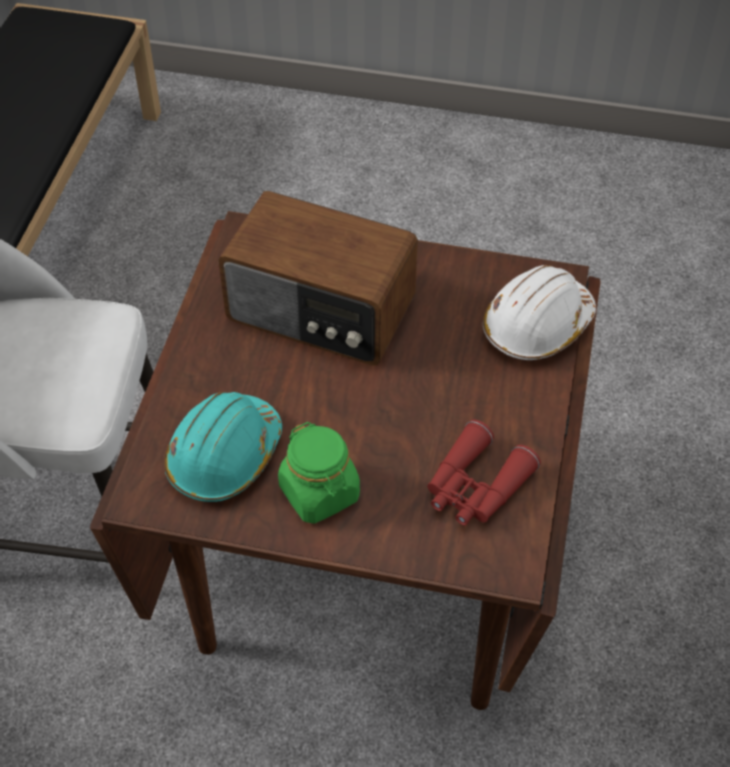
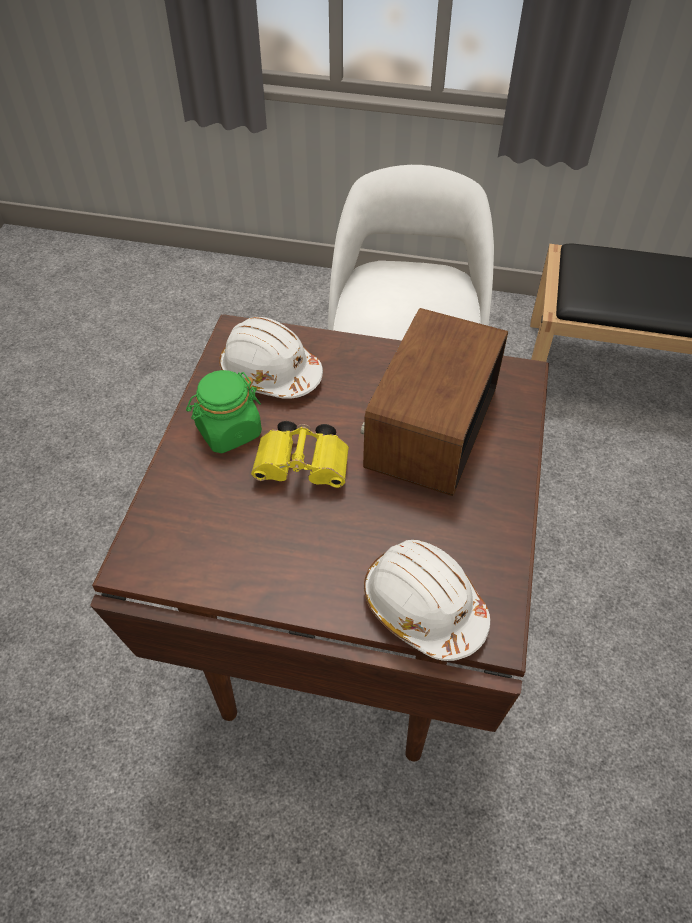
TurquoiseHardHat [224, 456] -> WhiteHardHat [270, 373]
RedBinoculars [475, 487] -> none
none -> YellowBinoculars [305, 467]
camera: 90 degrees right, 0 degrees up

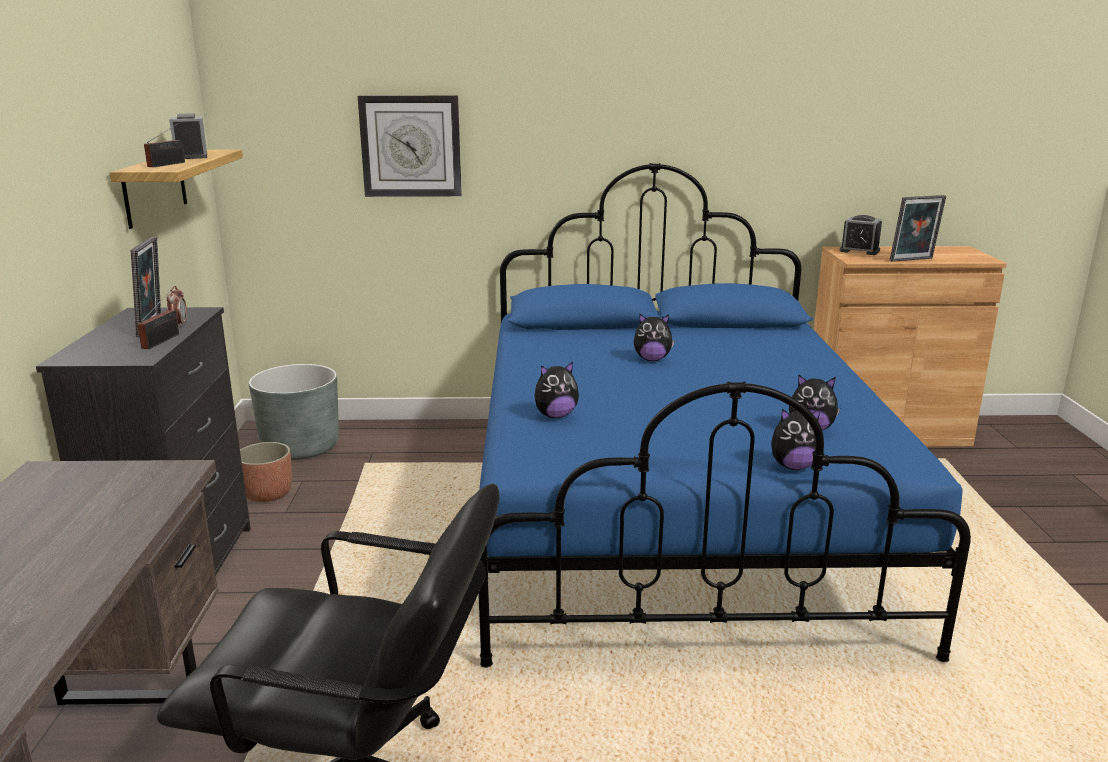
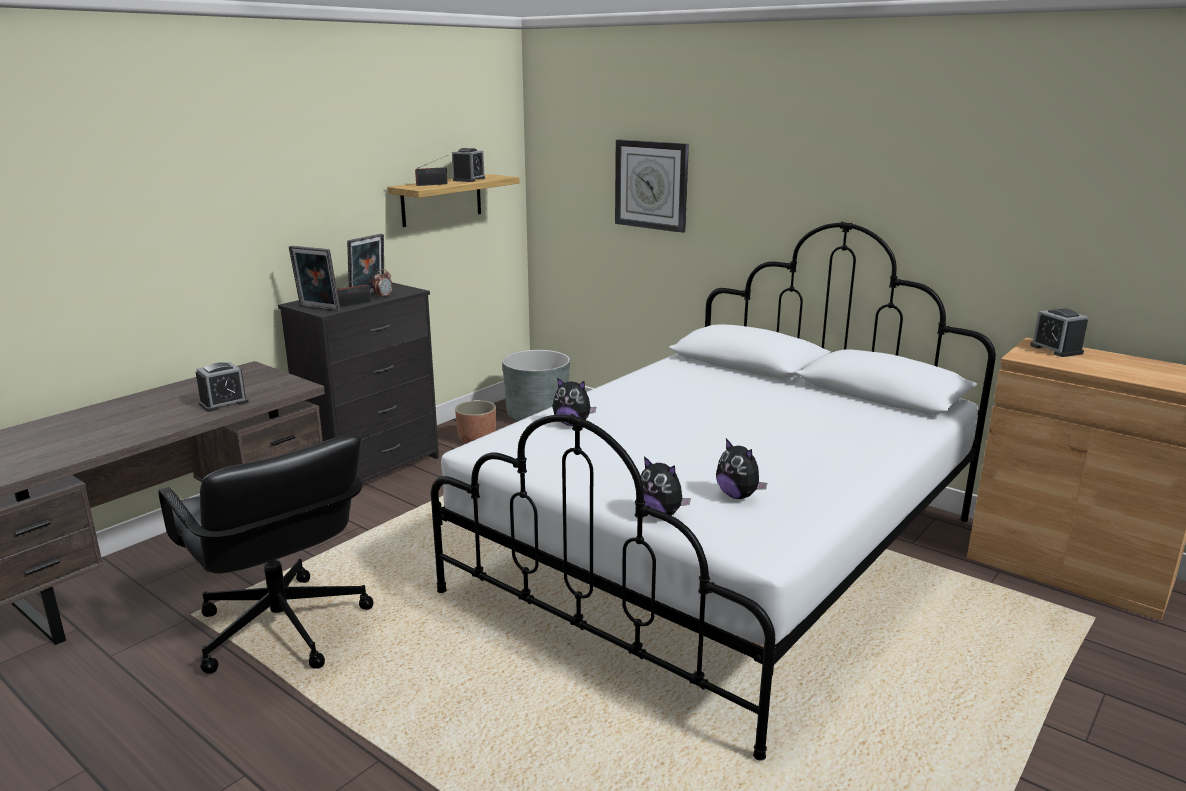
BlueBed [672, 513] -> WhiteBed [723, 554]
PlushToy [652, 359] -> none
PictureFrame [913, 260] -> PictureFrame [318, 309], move
none -> AlarmClock [223, 403]
camera: 40 degrees right, 0 degrees up

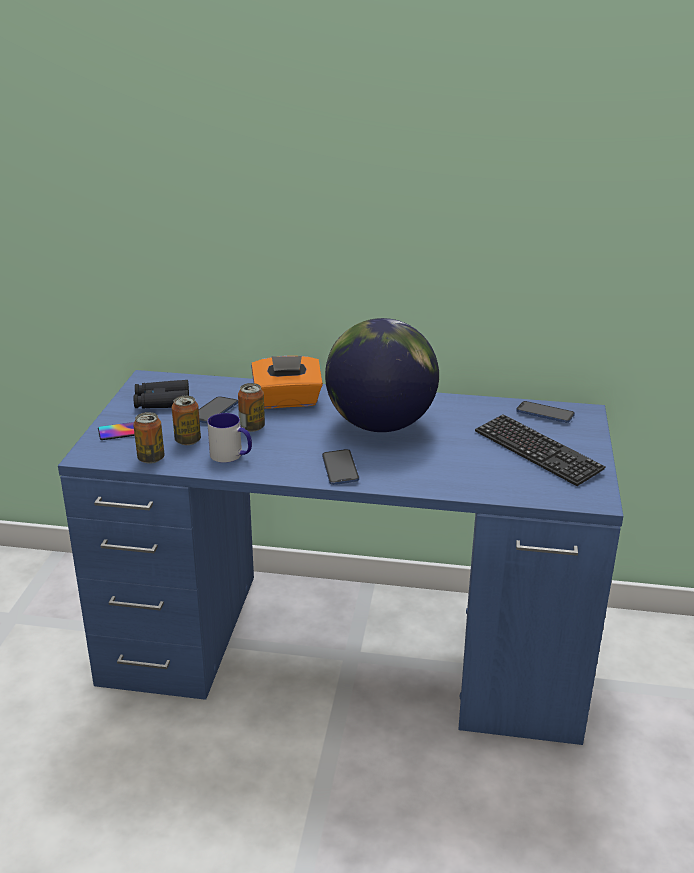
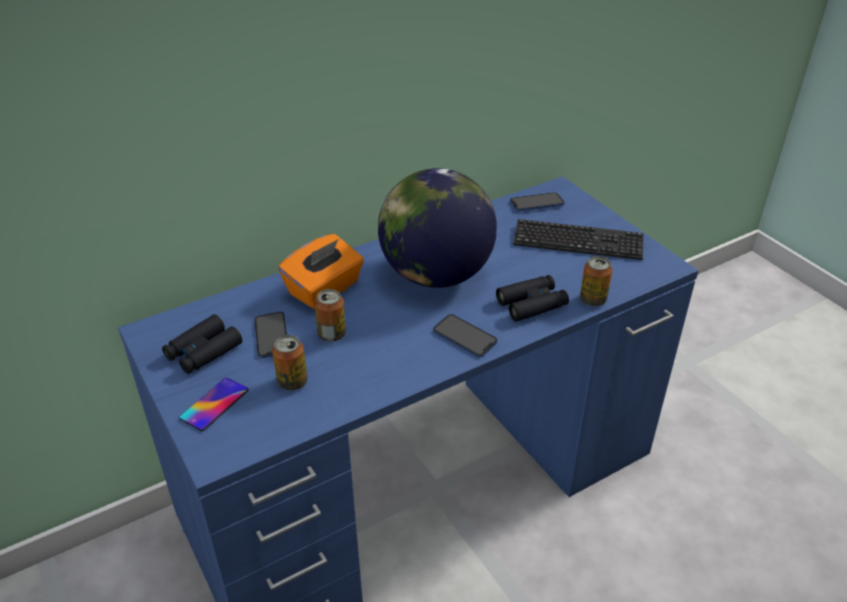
Can [151, 458] -> Can [593, 300], move
Mug [231, 456] -> none
none -> BlackBinoculars [532, 304]
camera: 40 degrees left, 10 degrees up

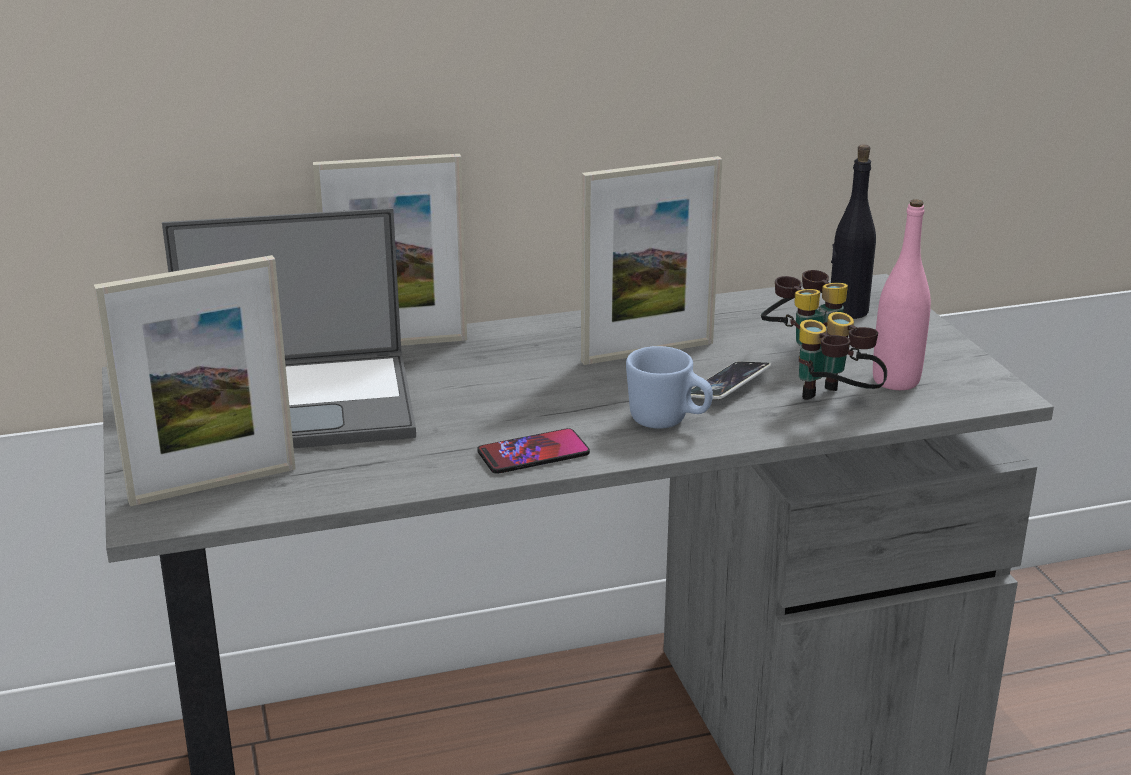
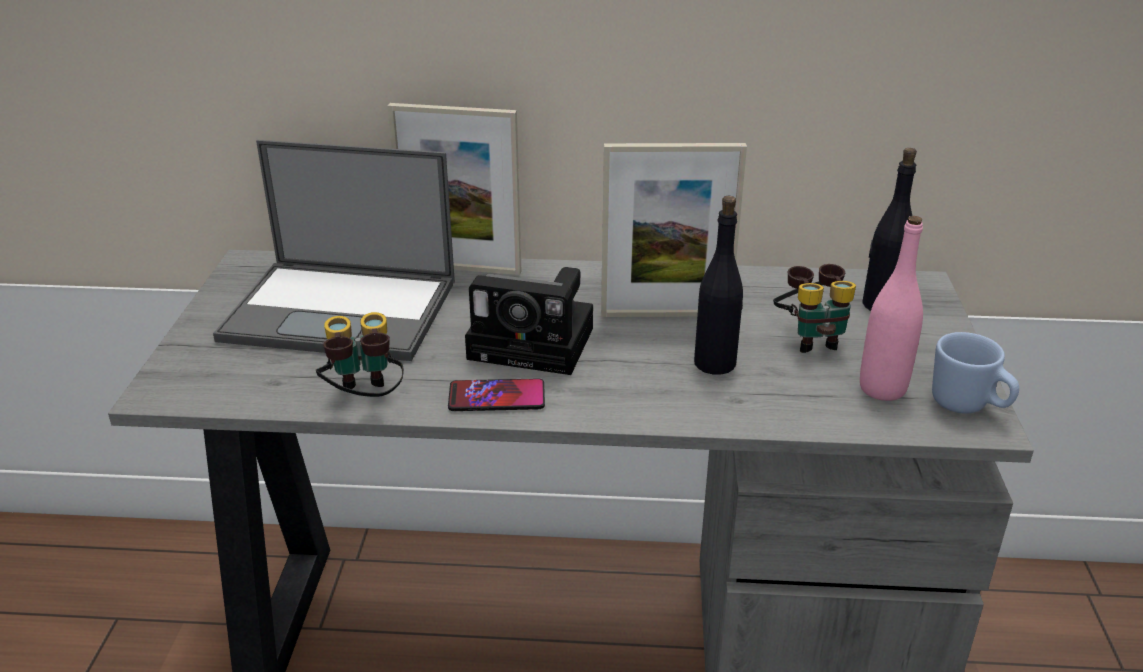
PictureFrame [213, 485] -> none
BlueMug [668, 422] -> BlueMug [968, 407], move
Phone [728, 386] -> BlackBottle [715, 363]
Binoculars [835, 403] -> Binoculars [364, 400], move
none -> PhotoCamera [537, 344]
camera: 20 degrees right, 5 degrees up

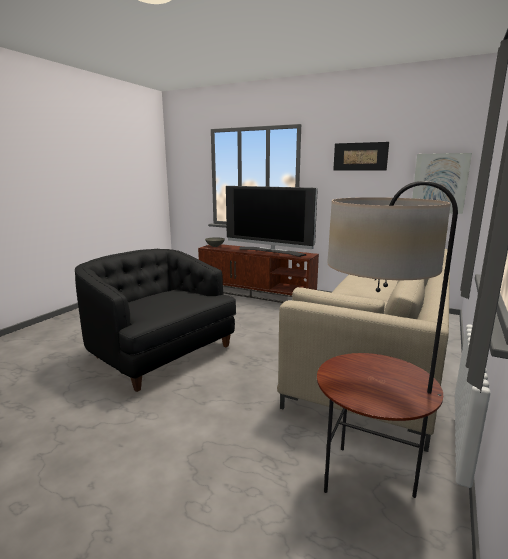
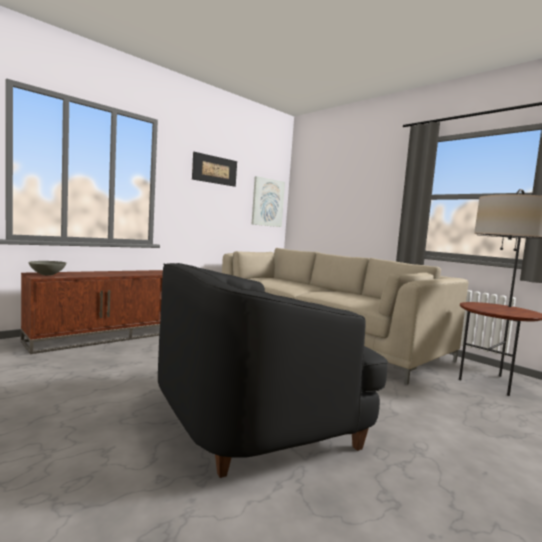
Television [271, 251] -> none
camera: 70 degrees left, 10 degrees down

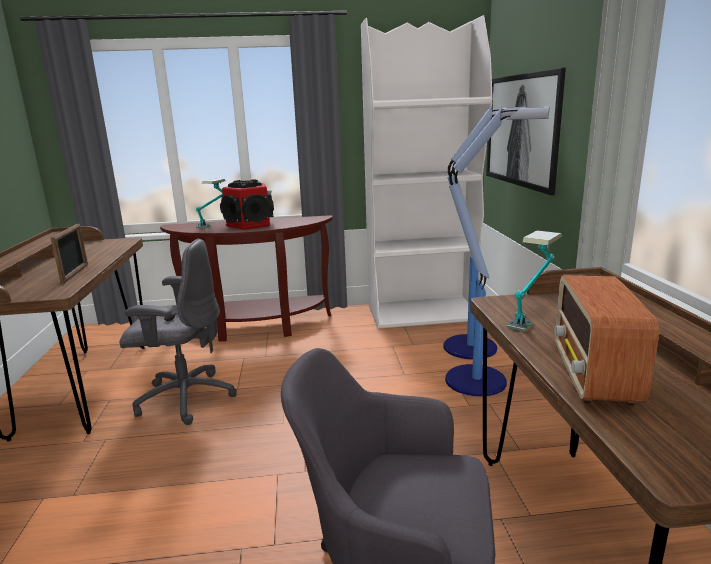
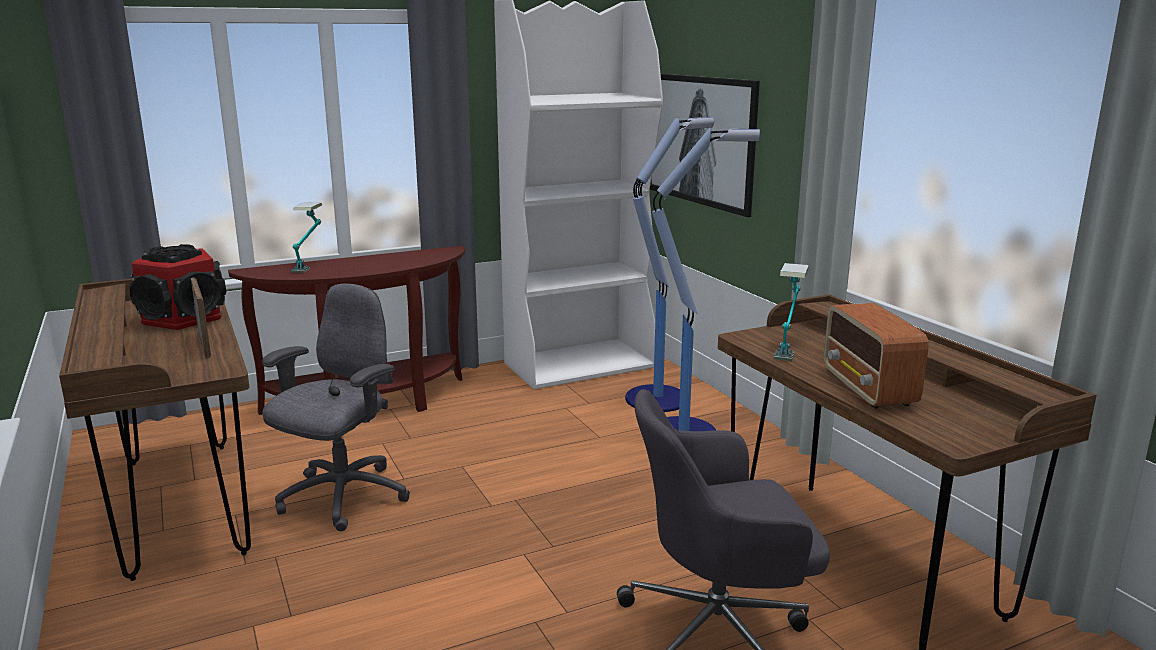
GreyOfficeChair [185, 398] -> GreyOfficeChair [342, 498], 45 degrees counterclockwise
Speaker [250, 224] -> Speaker [185, 318], move
camera: 20 degrees left, 0 degrees up

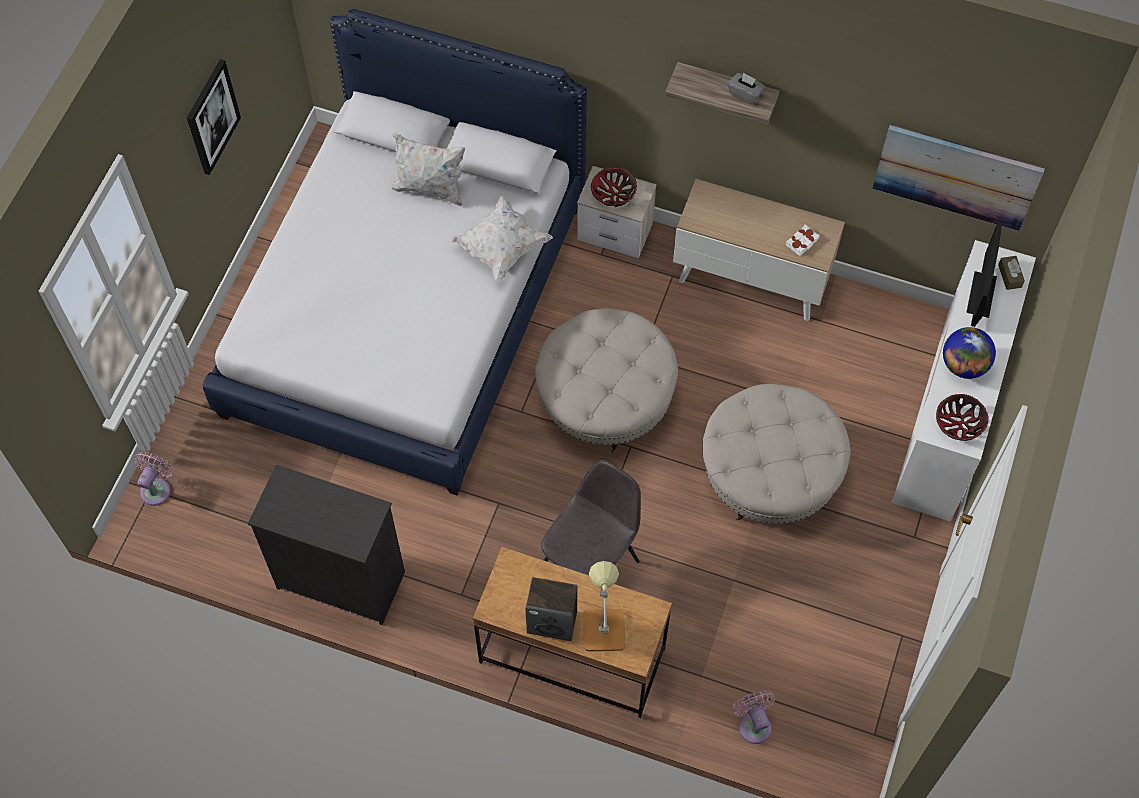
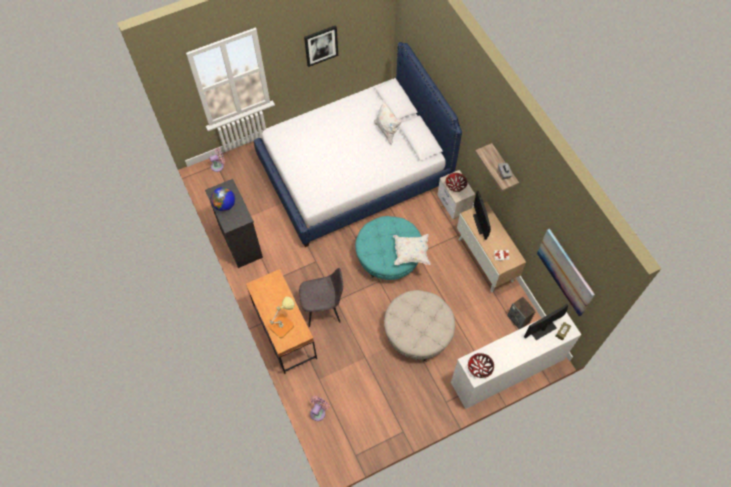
WhitePillow [501, 248] -> WhitePillow [411, 253], move
Speaker [552, 621] -> Speaker [518, 319], move
BeigeOttoman [605, 397] -> TurquoiseOttoman [388, 257]
Globe [963, 365] -> Globe [225, 205], move
none -> Monitor [481, 223]
camera: 45 degrees right, 0 degrees up

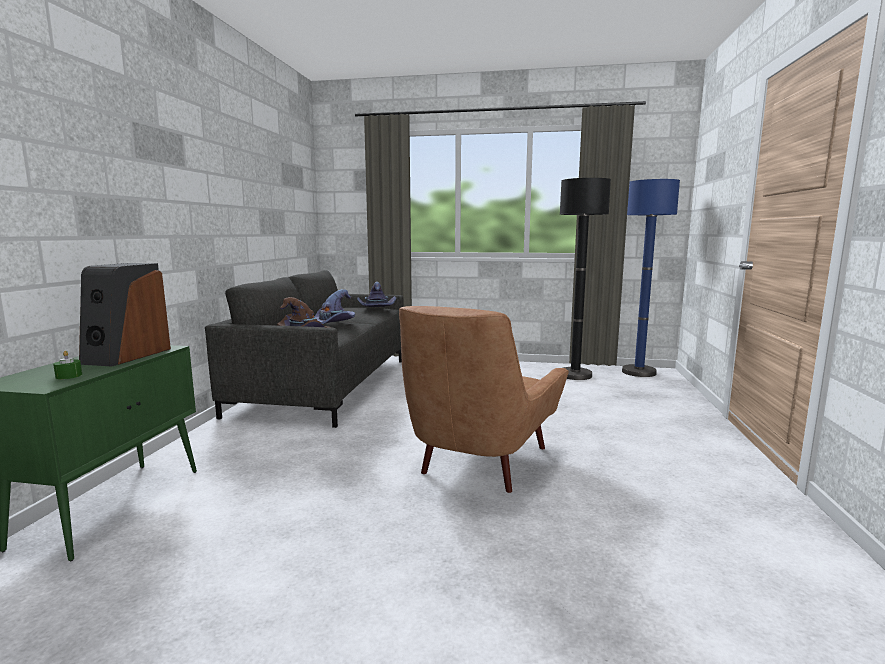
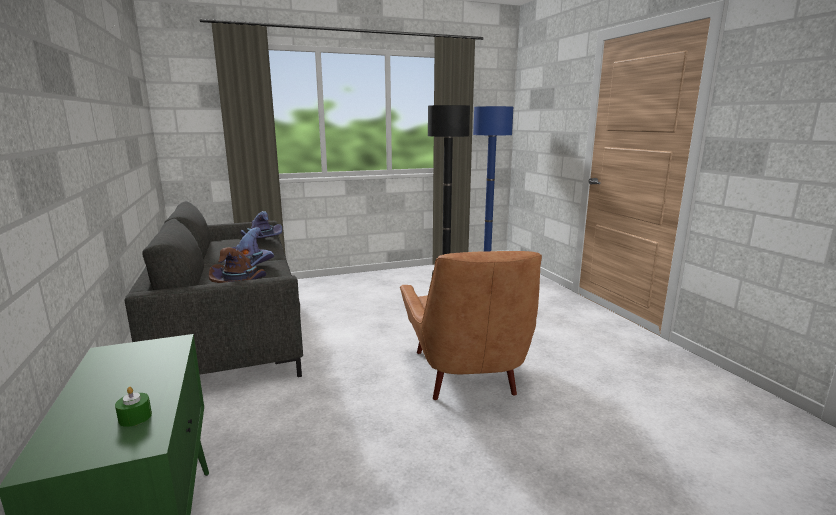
Speaker [126, 356] -> none
camera: 30 degrees left, 5 degrees up

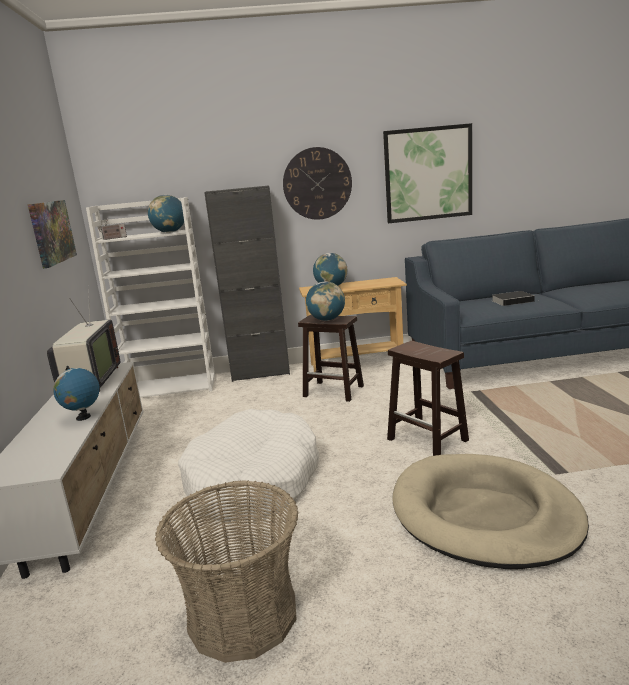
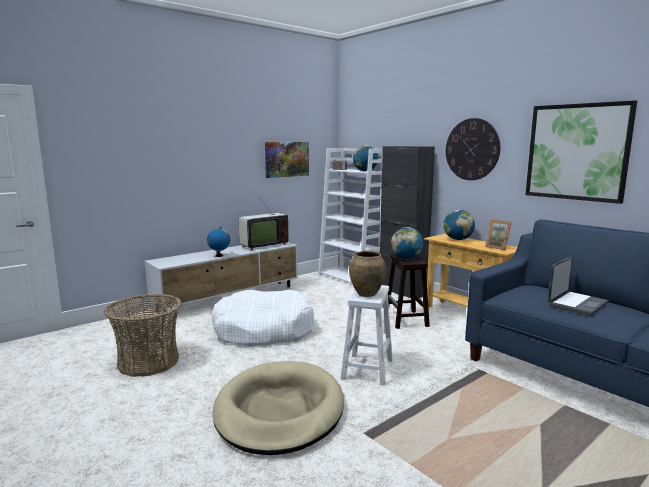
BrownStool [428, 440] -> WhiteStool [367, 369]
Book [513, 301] -> Laptop [576, 304]
none -> BrownVase [366, 294]
none -> PictureFrame [497, 247]
camera: 55 degrees right, 5 degrees down

